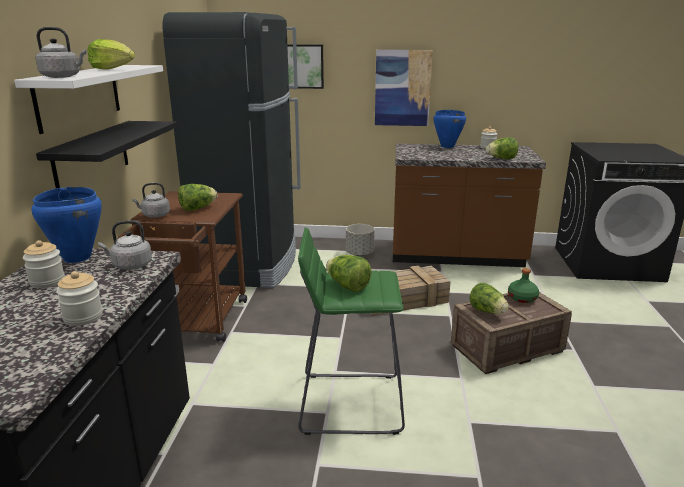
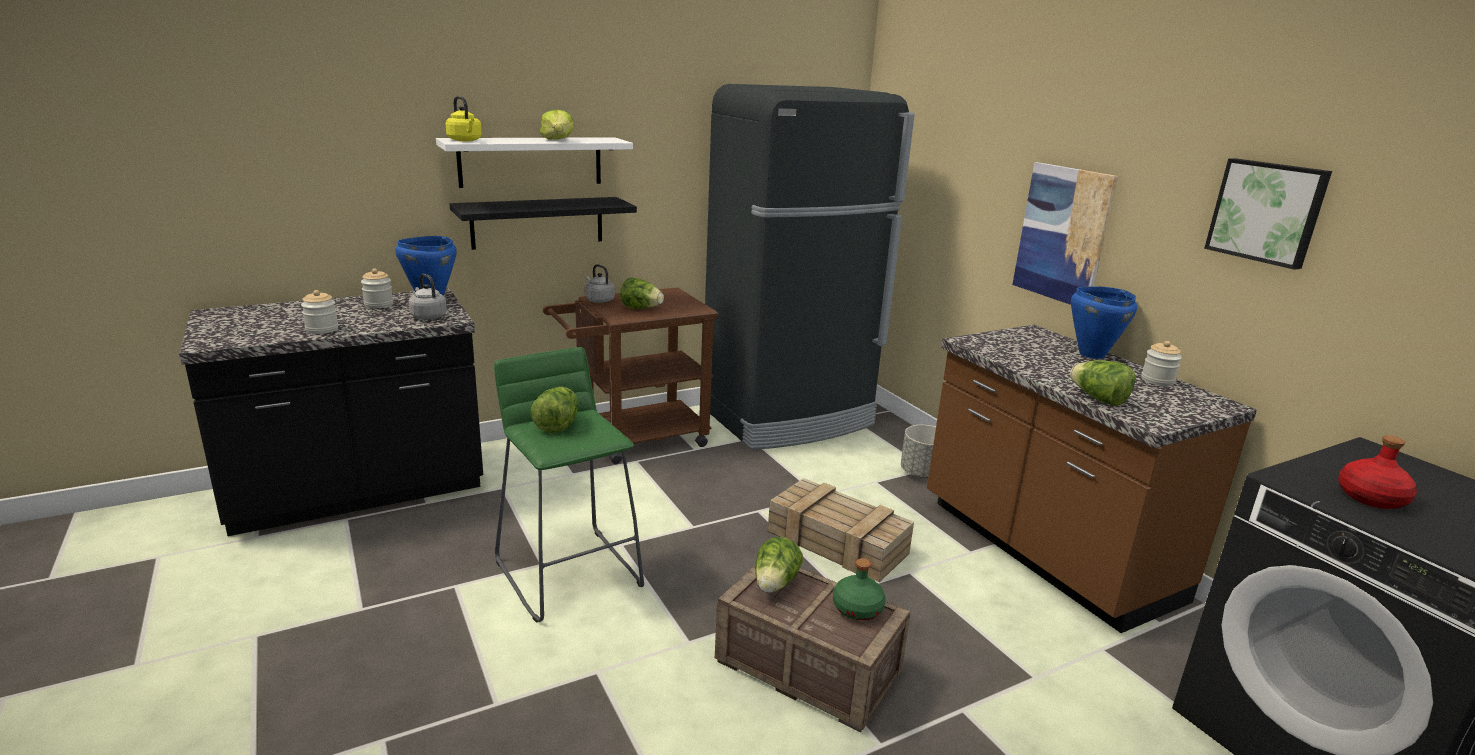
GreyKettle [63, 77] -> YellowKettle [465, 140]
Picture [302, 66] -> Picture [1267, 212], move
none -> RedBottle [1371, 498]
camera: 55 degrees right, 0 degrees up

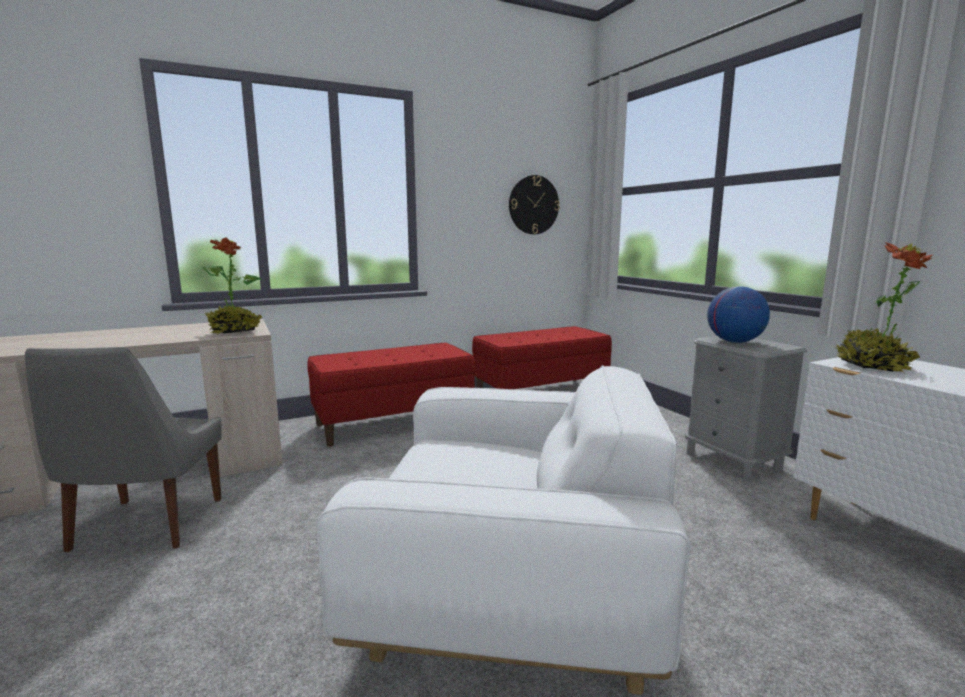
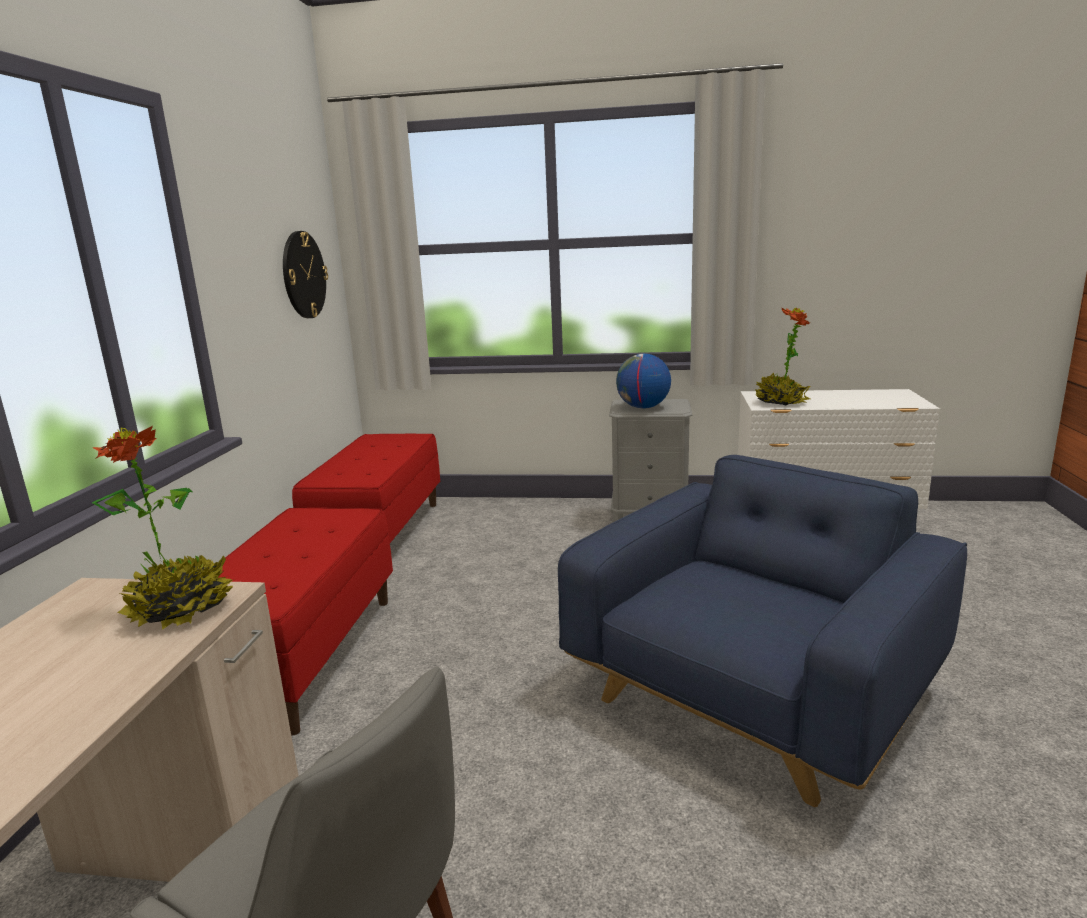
WhiteArmchair [511, 586] -> BlueArmchair [753, 692]
camera: 55 degrees left, 5 degrees up

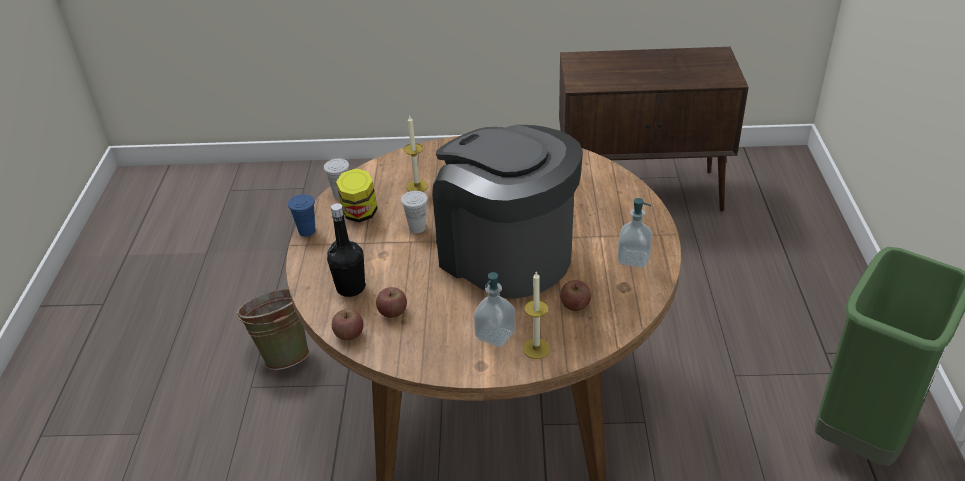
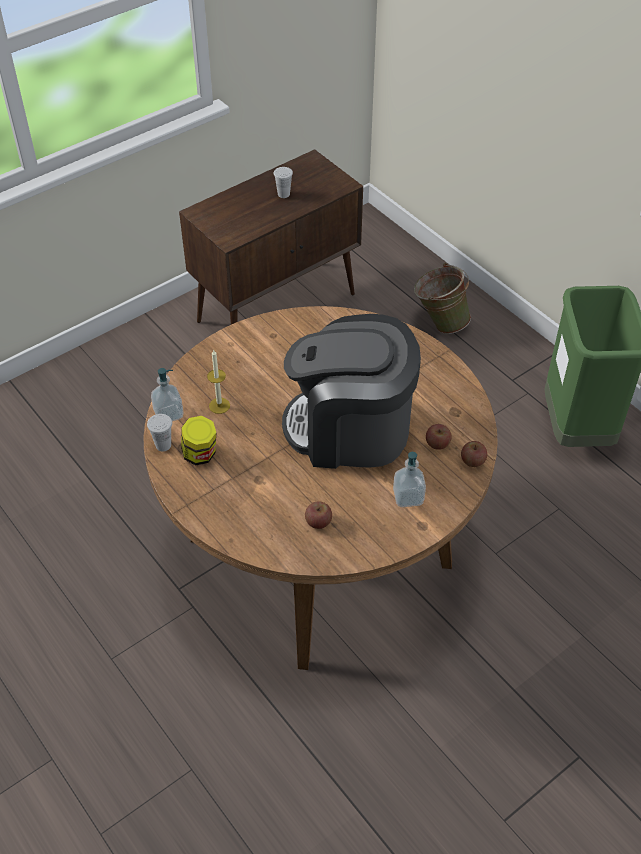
GreenBucket [283, 353] -> GreenBucket [439, 323], move
BlueCup [307, 231] -> none
BlackBottle [350, 288] -> none
Apple [349, 334] -> Apple [472, 461], move
WhiteCup [417, 228] -> WhiteCup [283, 194], move
Candle [536, 348] -> none
SoapDispenser [633, 259] -> SoapDispenser [168, 414], move
camera: 40 degrees left, 10 degrees up

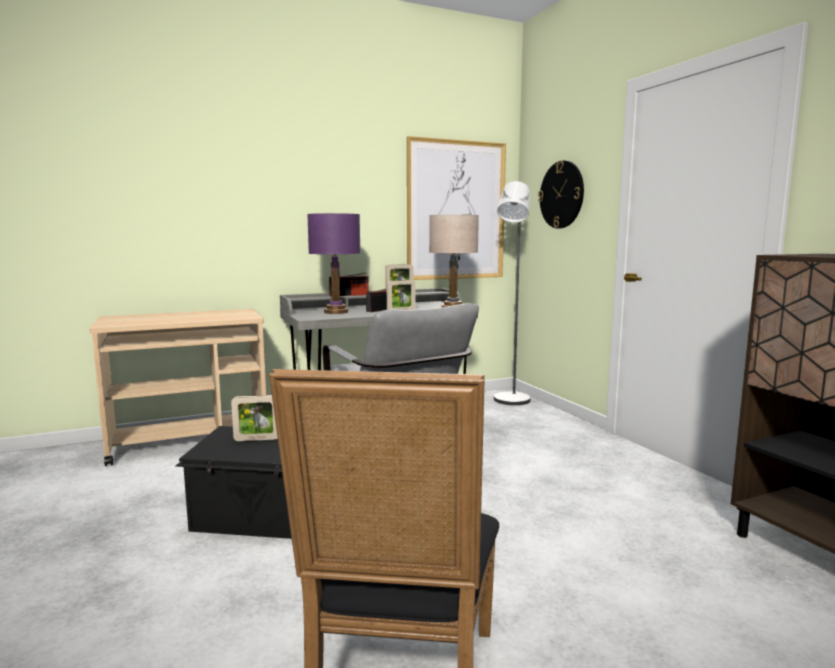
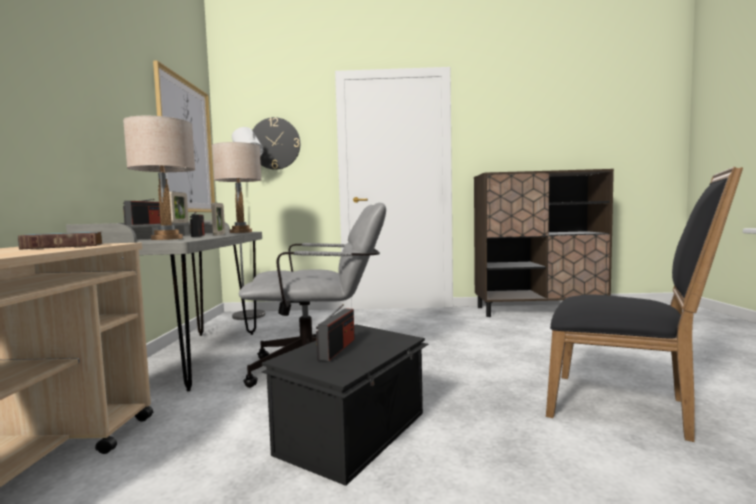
PictureFrame [257, 439] -> Radio [337, 349]
PurpleTableLamp [336, 312] -> BeigeTableLamp [167, 239]
none -> Book [66, 246]
camera: 65 degrees left, 5 degrees down

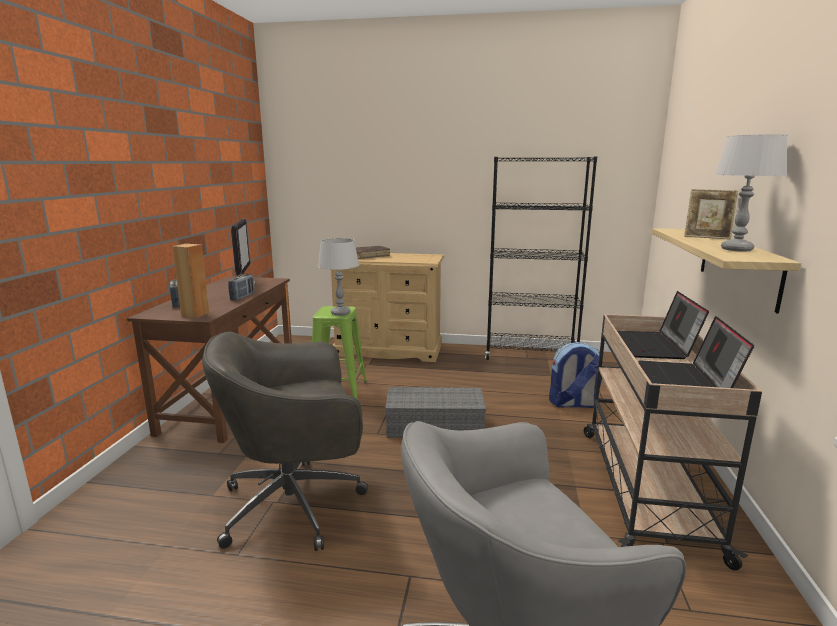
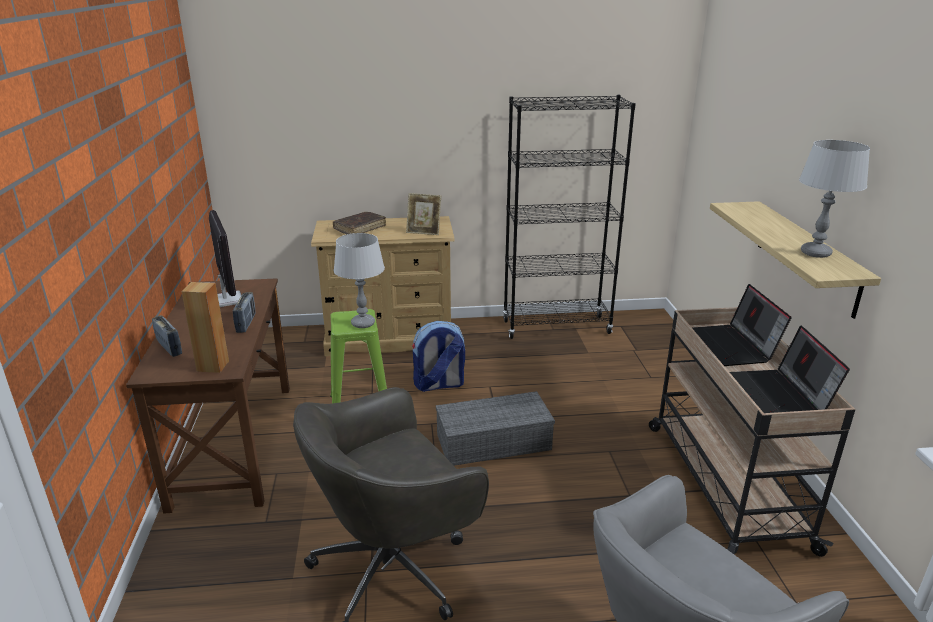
Backpack [573, 404] -> Backpack [439, 385], move
PictureFrame [707, 237] -> PictureFrame [424, 232], move
camera: 15 degrees left, 10 degrees up

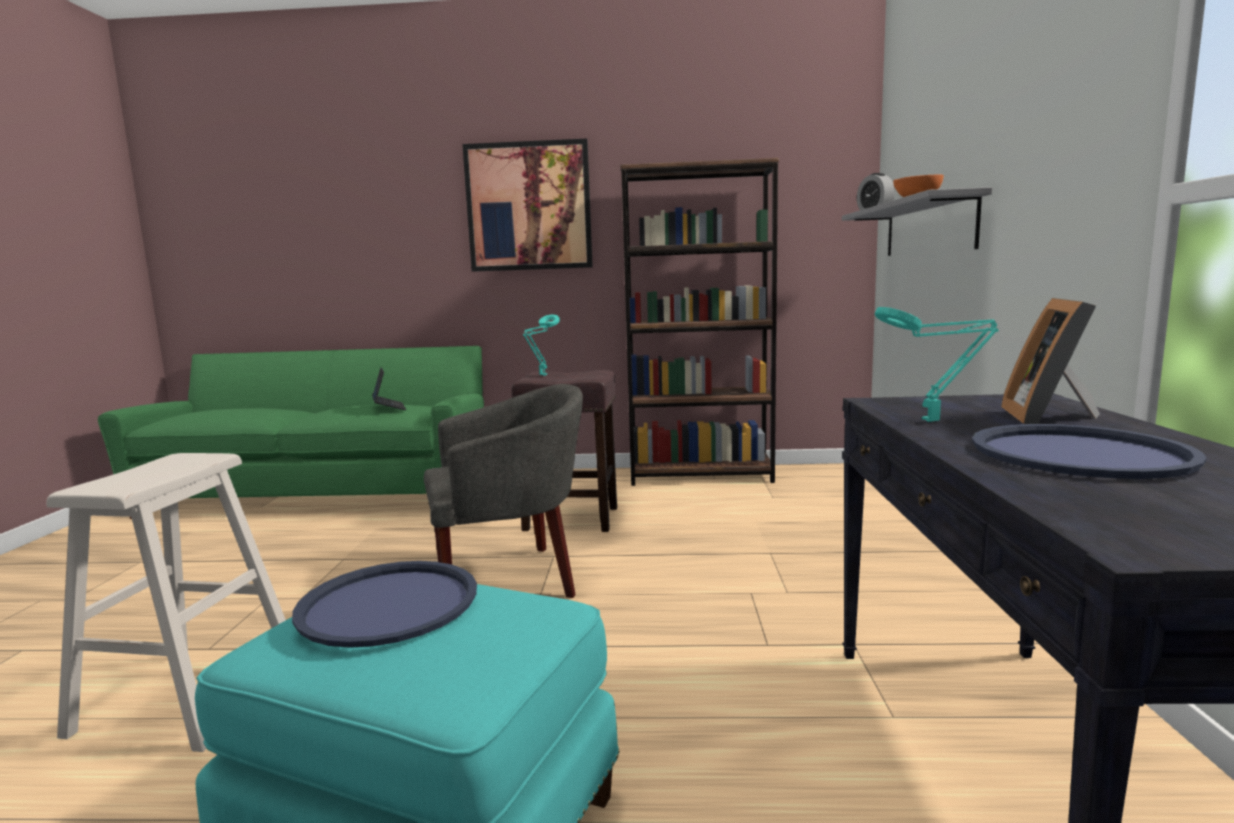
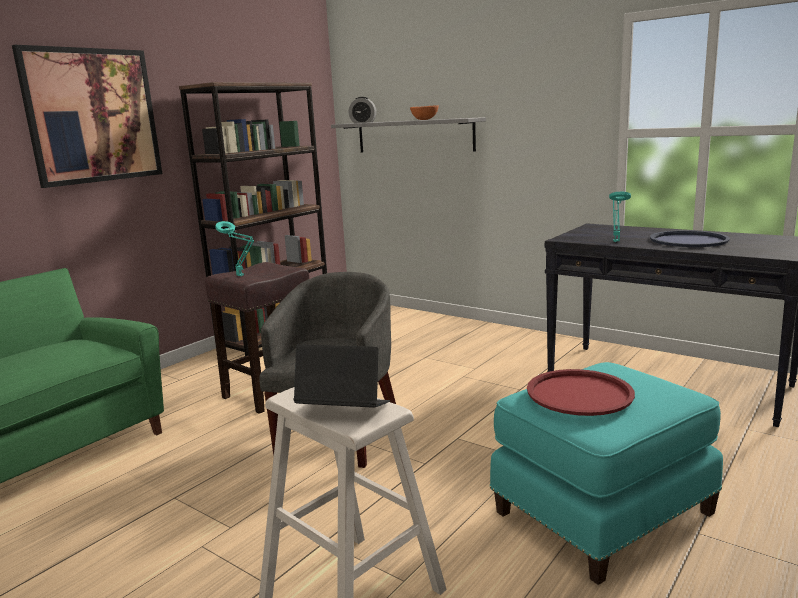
BlueTray [388, 604] -> RedTray [579, 393]
Laptop [389, 408] -> Laptop [343, 410], move
PictureFrame [1050, 418] -> none
camera: 55 degrees left, 5 degrees up

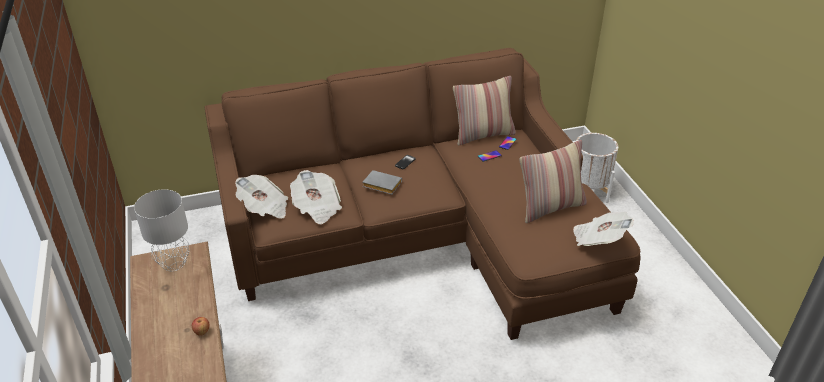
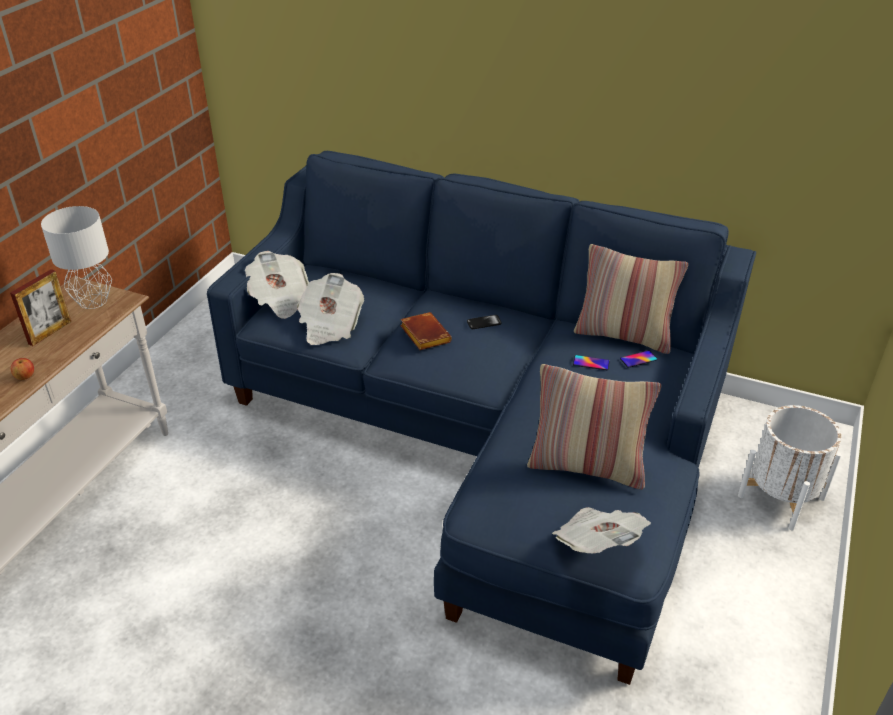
BrownSofa [423, 236] -> BlueSofa [489, 436]
GreyBook [381, 185] -> BrownBook [423, 335]
none -> PictureFrame [50, 332]
camera: 40 degrees right, 0 degrees up

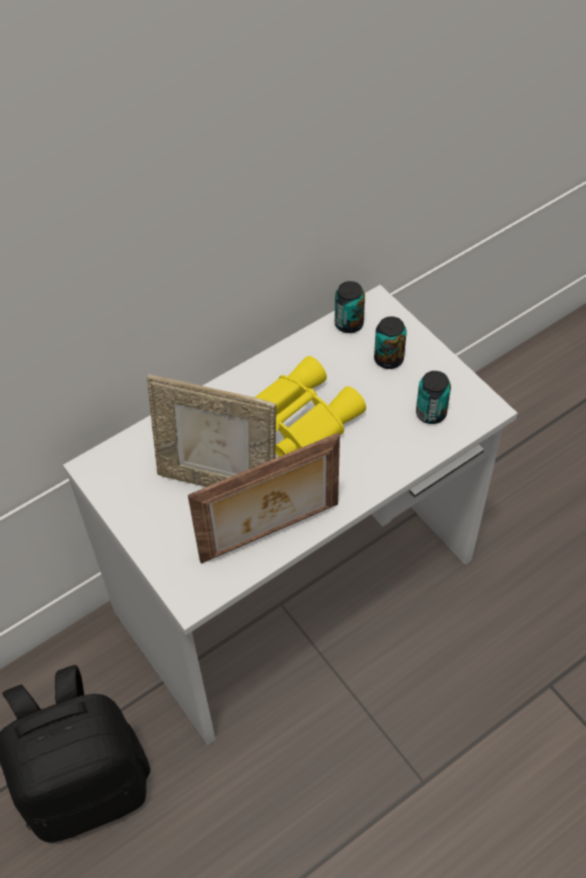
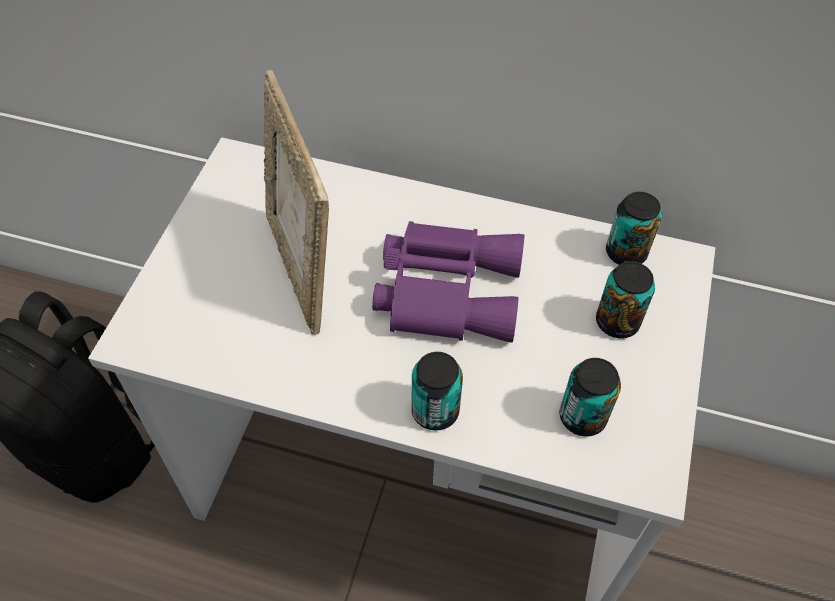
PictureFrame [271, 534] -> none
YellowBinoculars [298, 419] -> PurpleBinoculars [446, 288]
none -> Can [435, 411]
camera: 50 degrees right, 0 degrees up

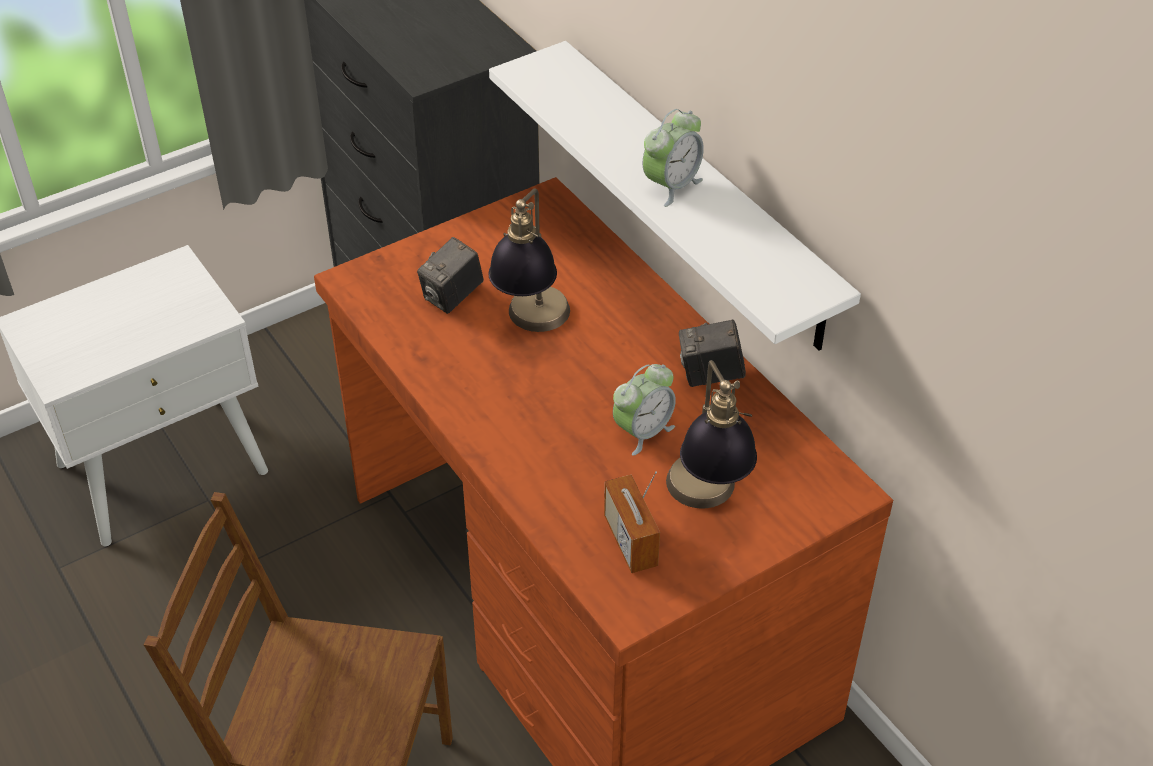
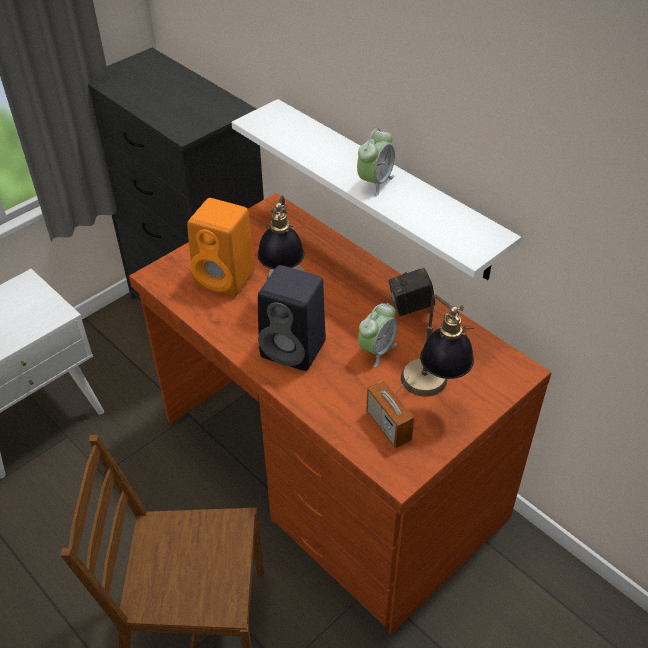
PhotoCamera [452, 297] -> OrangeSpeaker [227, 278]
none -> BlackSpeaker [295, 349]
camera: 10 degrees left, 0 degrees up

